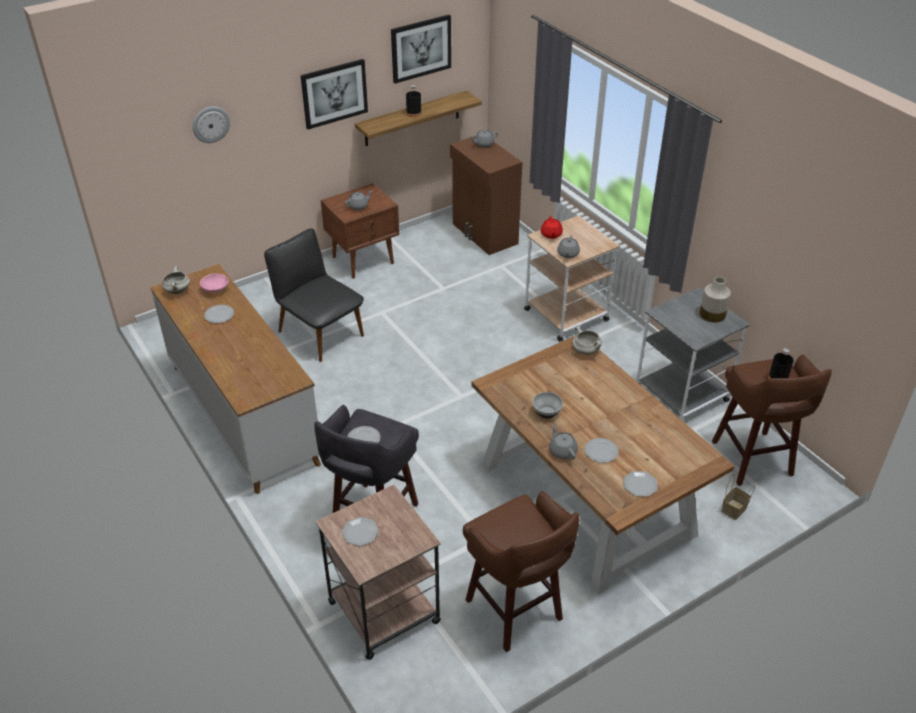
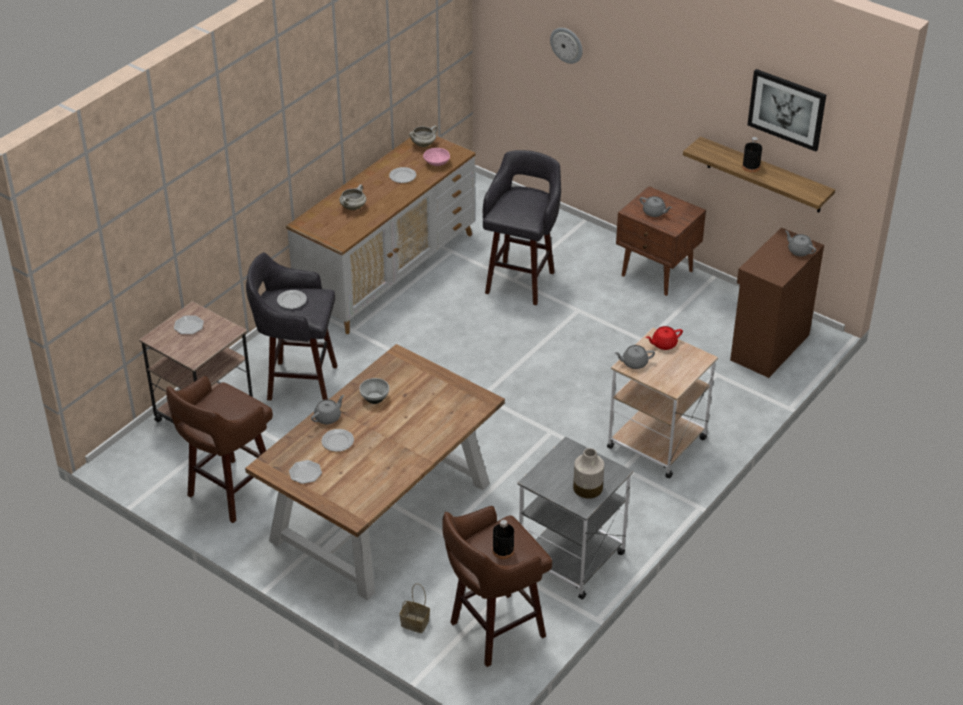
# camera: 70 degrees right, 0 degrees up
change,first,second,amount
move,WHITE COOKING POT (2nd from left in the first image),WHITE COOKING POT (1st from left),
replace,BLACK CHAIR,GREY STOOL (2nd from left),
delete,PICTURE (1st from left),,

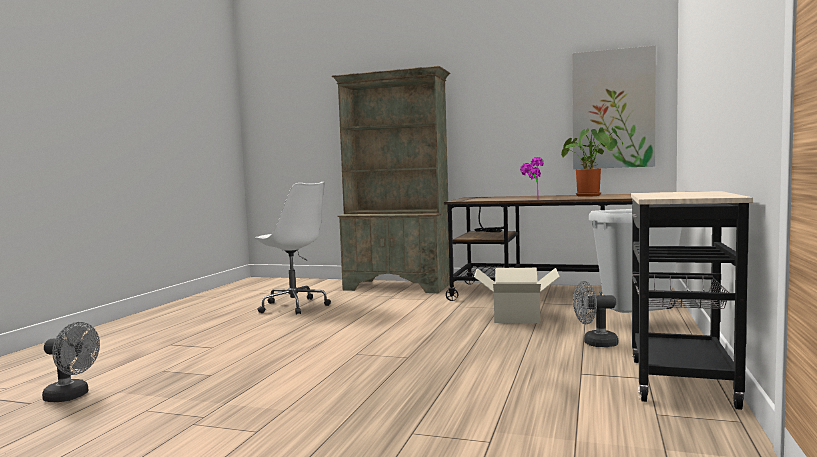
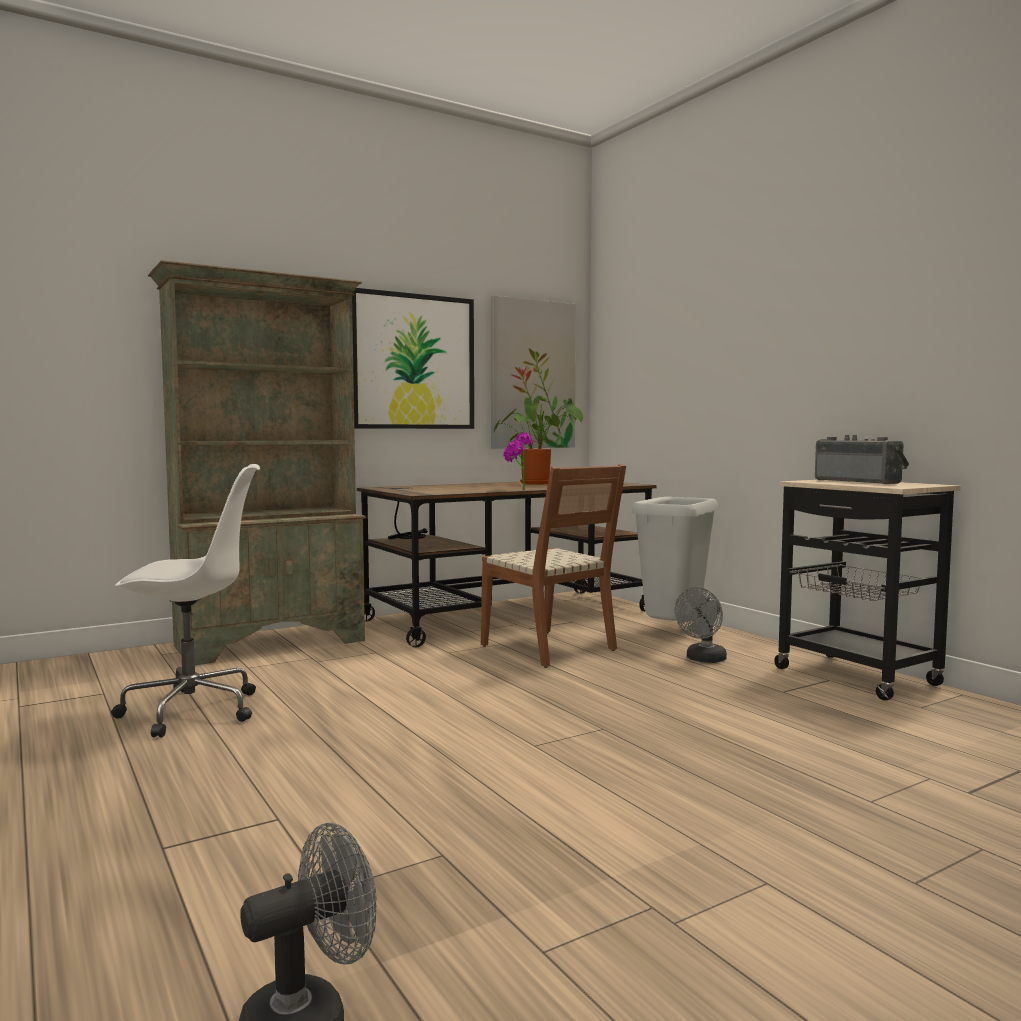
# camera: 50 degrees left, 0 degrees up
change,first,second,amount
insert,,PICTURE (1st from left),
replace,CARDBOARD BOX,CHAIR,
insert,,RADIO,

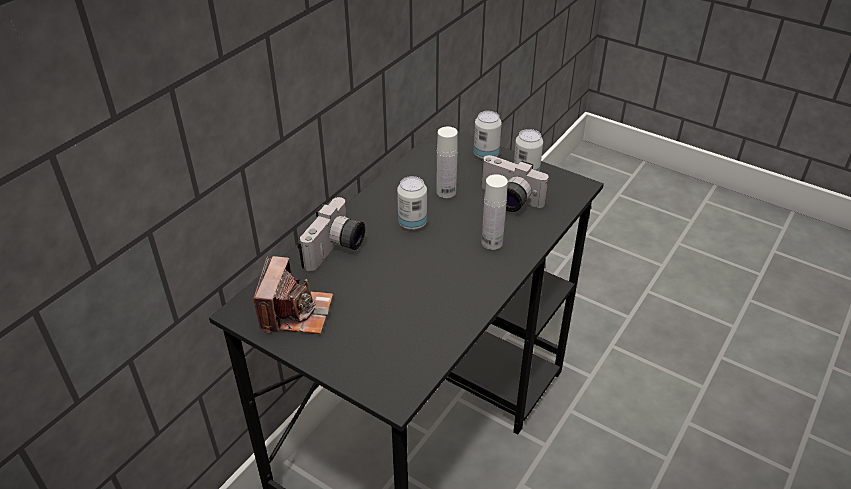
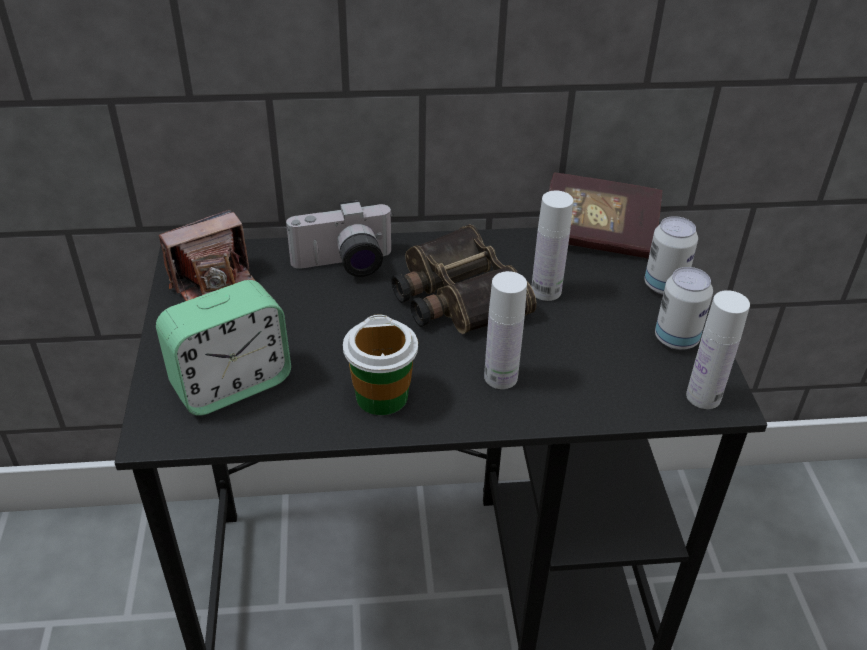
# camera: 50 degrees right, 0 degrees up
change,first,second,amount
insert,,ALARM CLOCK,
insert,,CUP,
replace,CAN (1st from left),BINOCULARS,
insert,,BOOK,
insert,,WHITE BOTTLE (3rd from left),
delete,PHOTO CAMERA (3rd from left),,

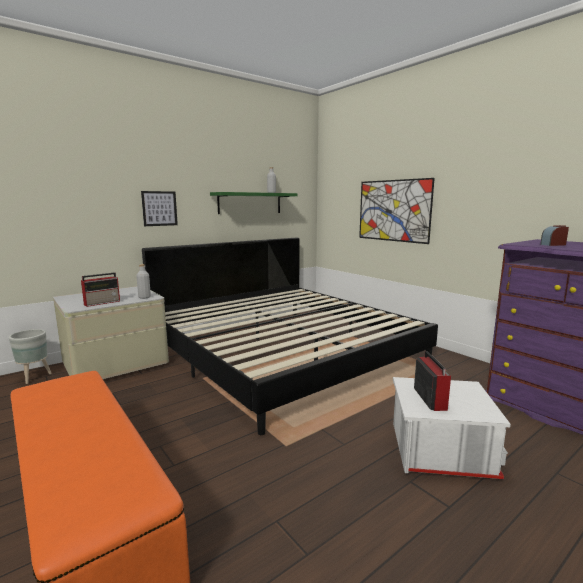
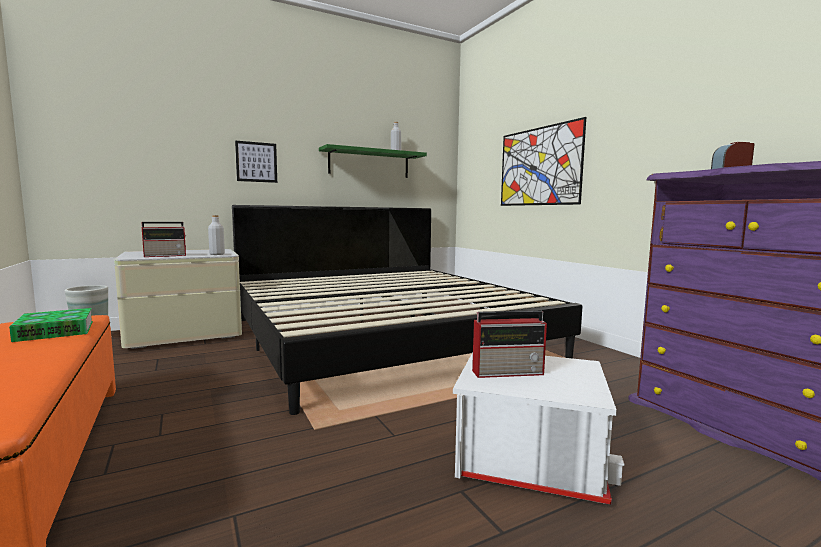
# camera: 10 degrees right, 5 degrees down
change,first,second,amount
insert,,BOOK,
rotate,RADIO (2nd from left),,75 degrees clockwise

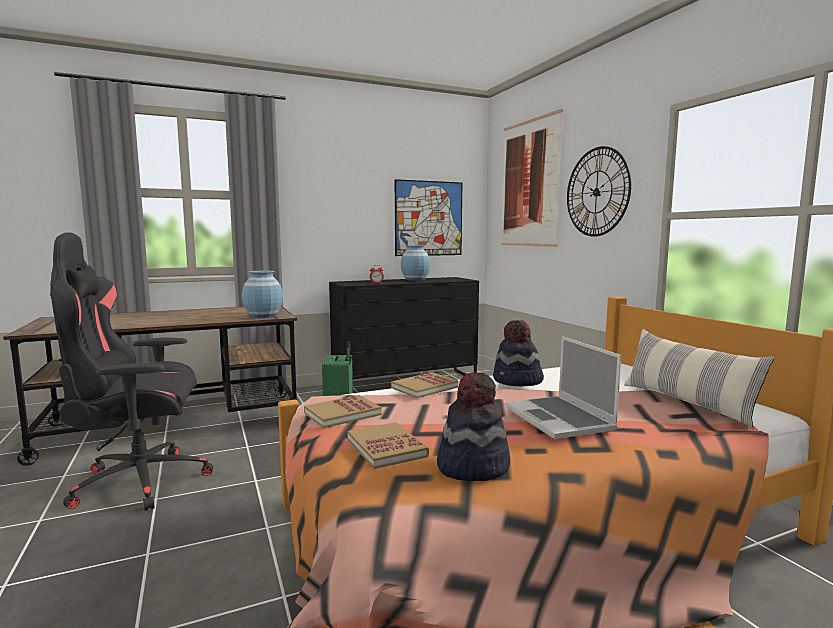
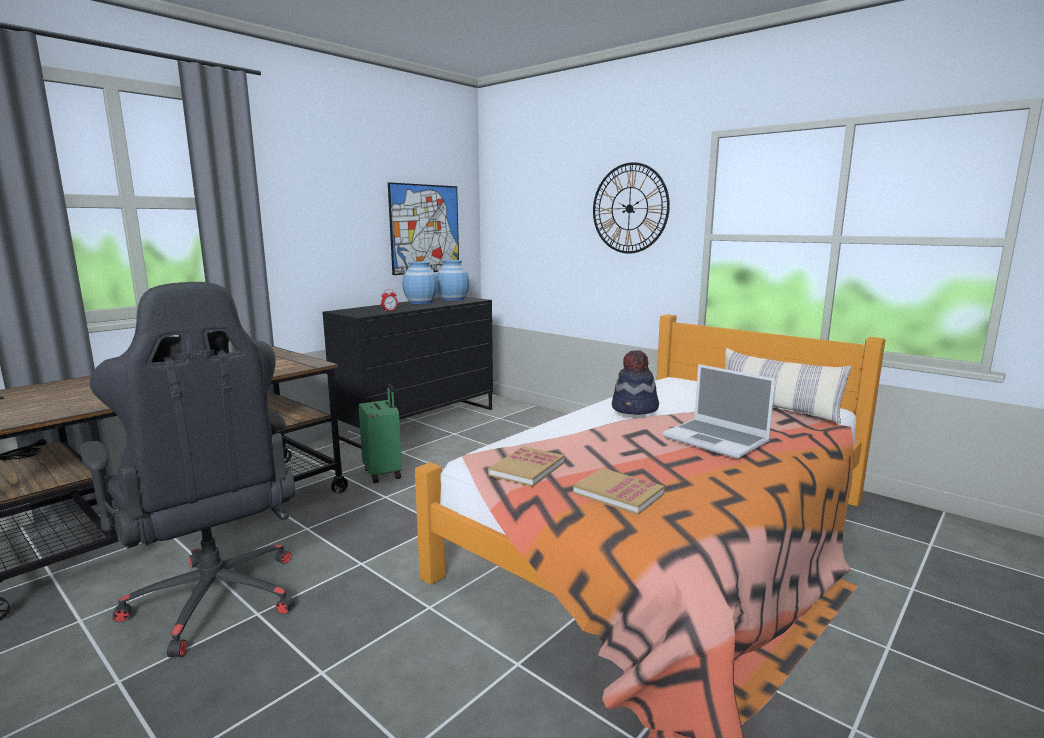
# camera: 25 degrees left, 5 degrees up
change,first,second,amount
rotate,BLACK OFFICE CHAIR,,90 degrees counterclockwise
move,BLUE VASE (1st from left in the first image),BLUE VASE (2nd from left),
delete,BOOK (3rd from left),,
delete,HAT (1st from left),,
delete,PICTURE (2nd from left),,

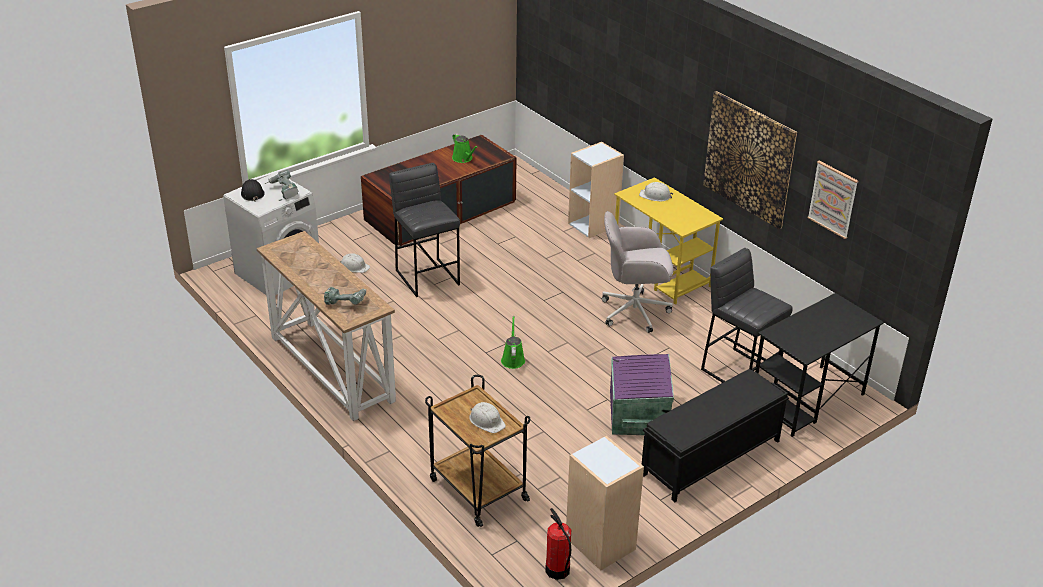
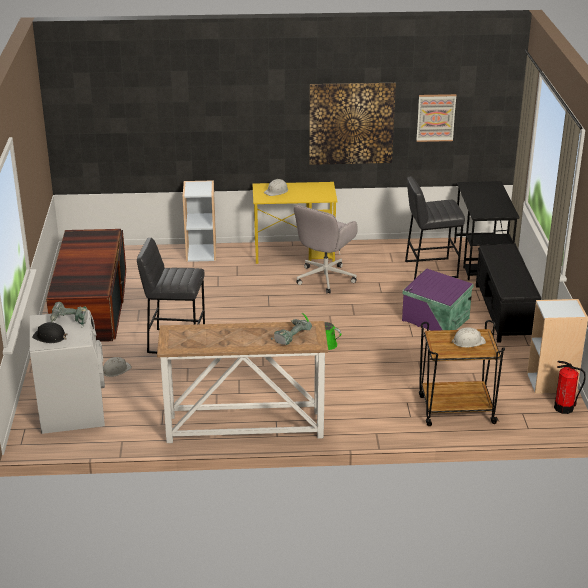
# camera: 55 degrees left, 5 degrees down
change,first,second,amount
delete,GREEN WATERING CAN (1st from left),,

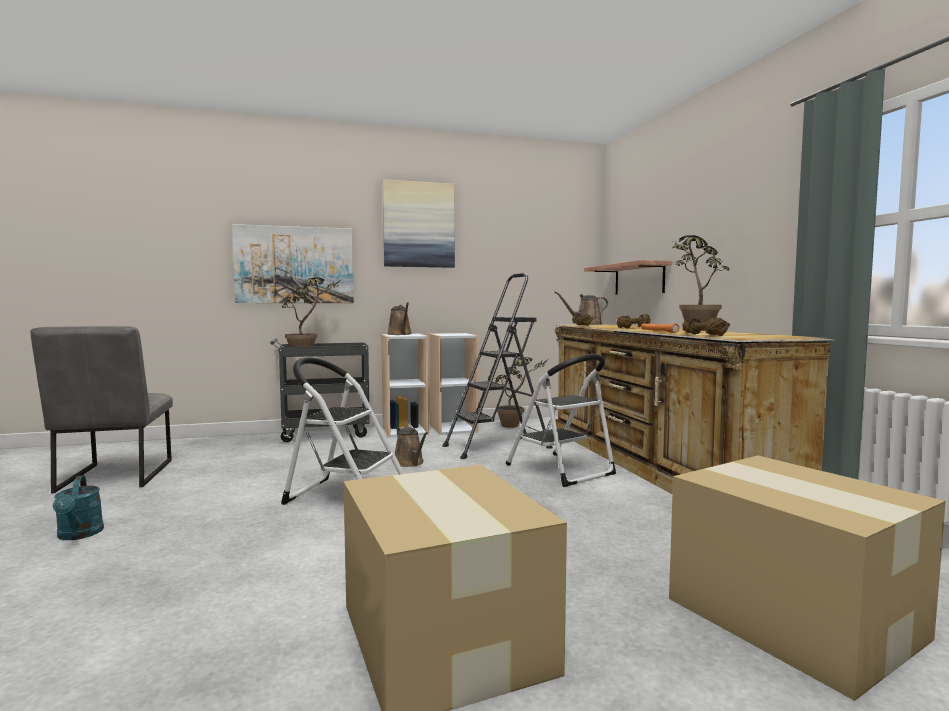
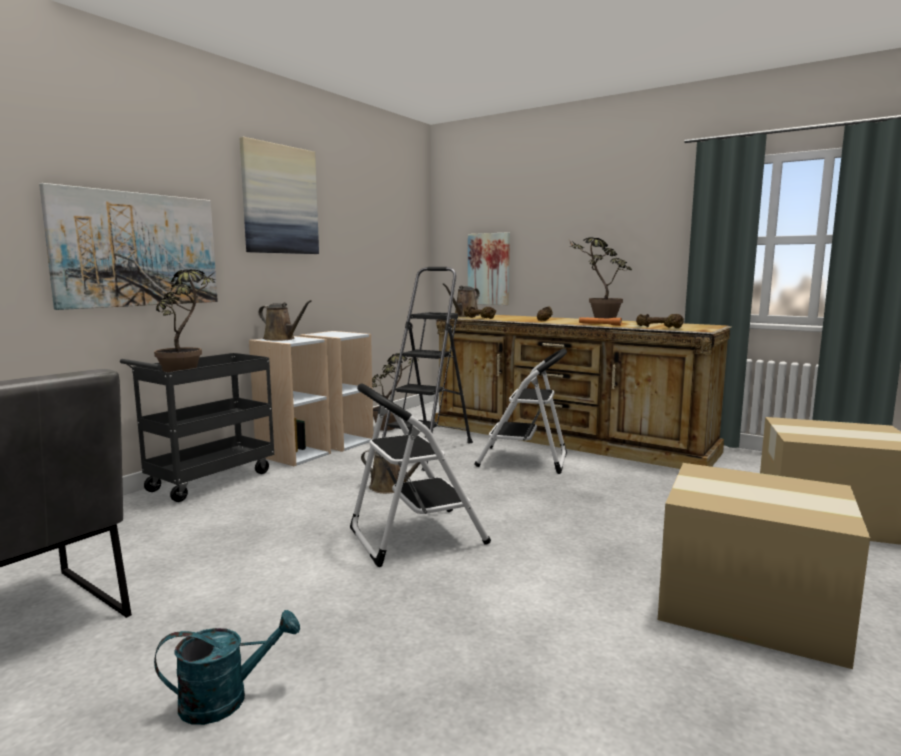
# camera: 40 degrees left, 5 degrees up
change,first,second,amount
rotate,TURQUOISE WATERING CAN,,45 degrees counterclockwise
replace,SHELF,PICTURE (3rd from left),

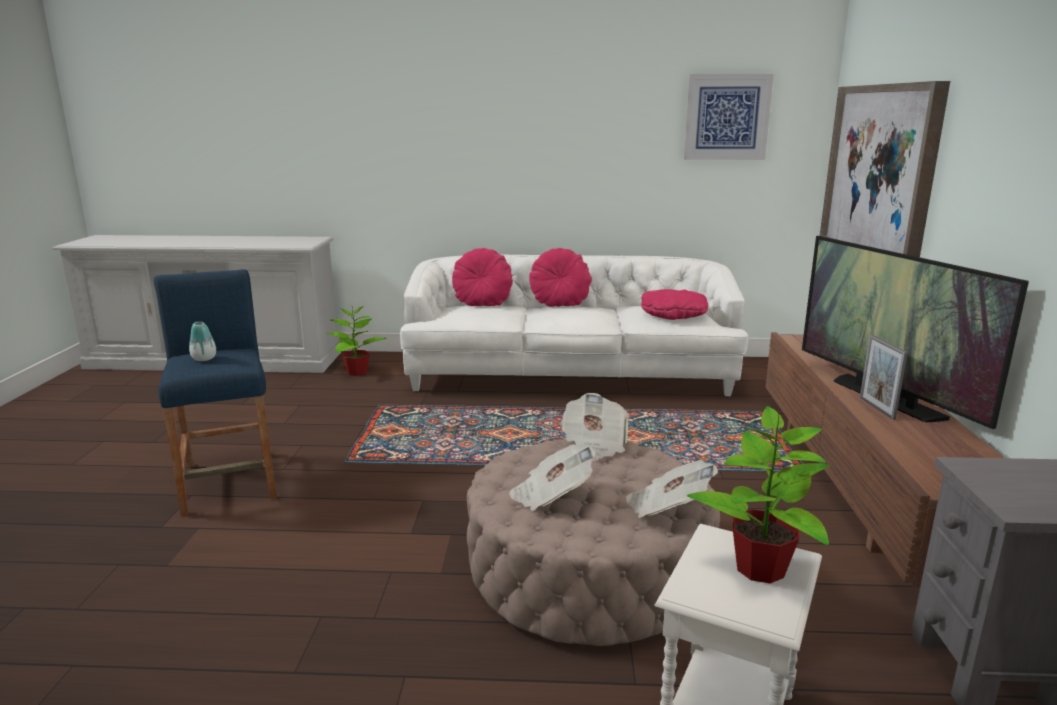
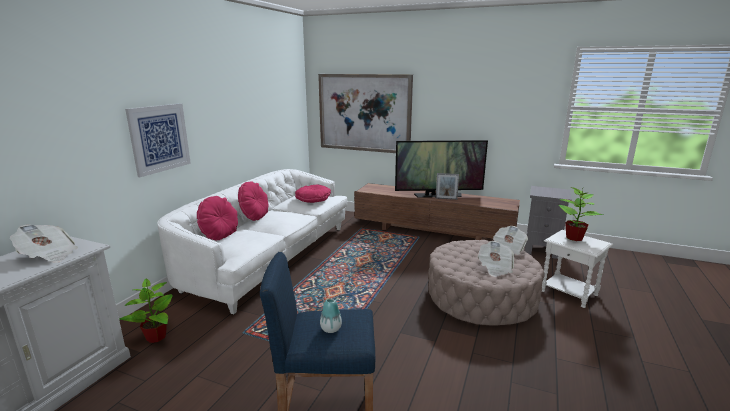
# camera: 70 degrees left, 0 degrees up
change,first,second,amount
move,NEWSPAPER (2nd from left in the first image),NEWSPAPER (1st from left),
move,PICTURE (1st from left),,

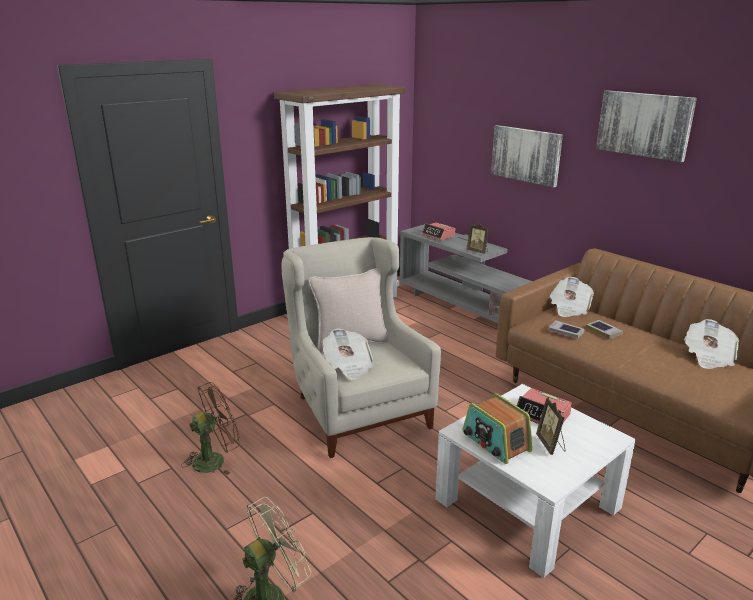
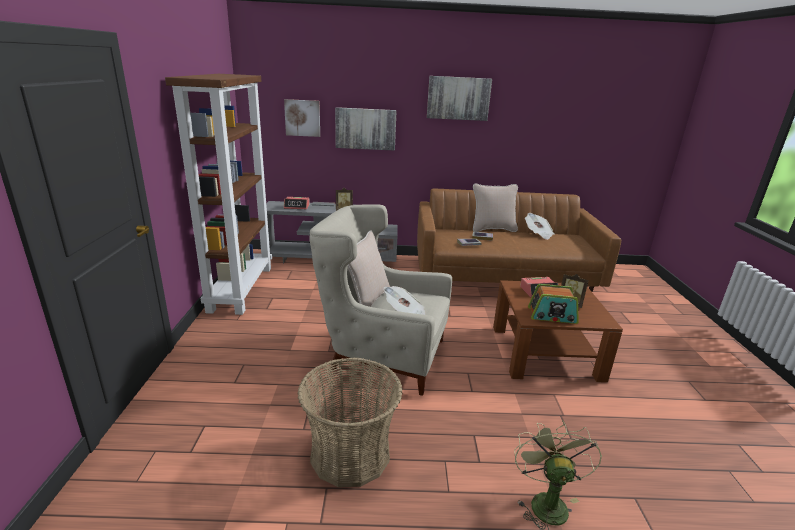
# camera: 50 degrees left, 0 degrees up
change,first,second,amount
insert,,PICTURE (1st from left),
replace,BROWN FAN,BASKET,
insert,,BEIGE PILLOW (2nd from left),
recolor,WHITE COFFEE TABLE,BROWN COFFEE TABLE,
delete,NEWSPAPER (2nd from left),,

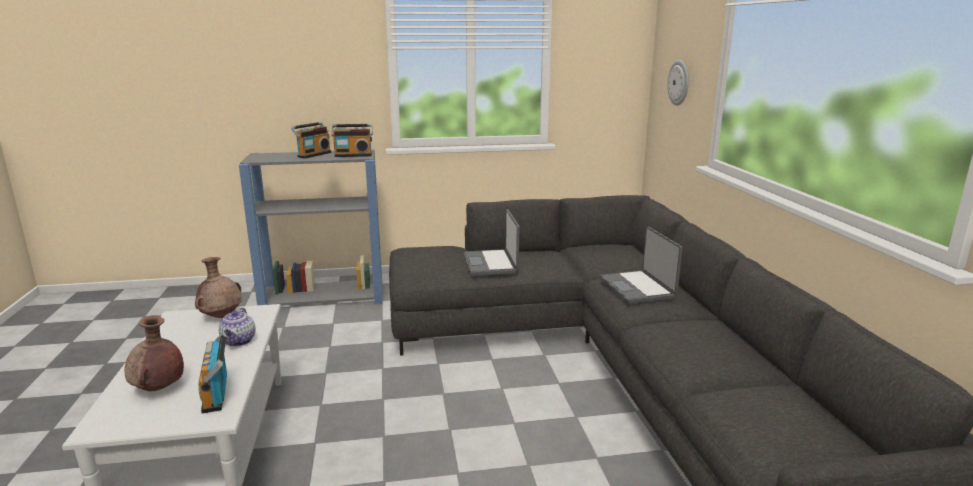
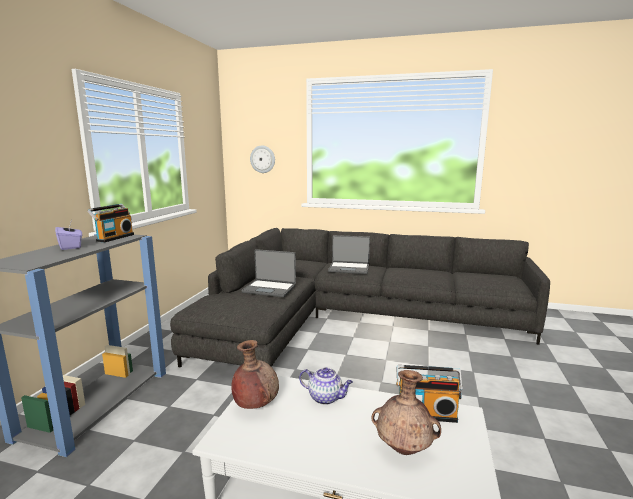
# camera: 65 degrees left, 5 degrees down
change,first,second,amount
replace,RADIO (2nd from left),PURPLE TISSUE BOX,

